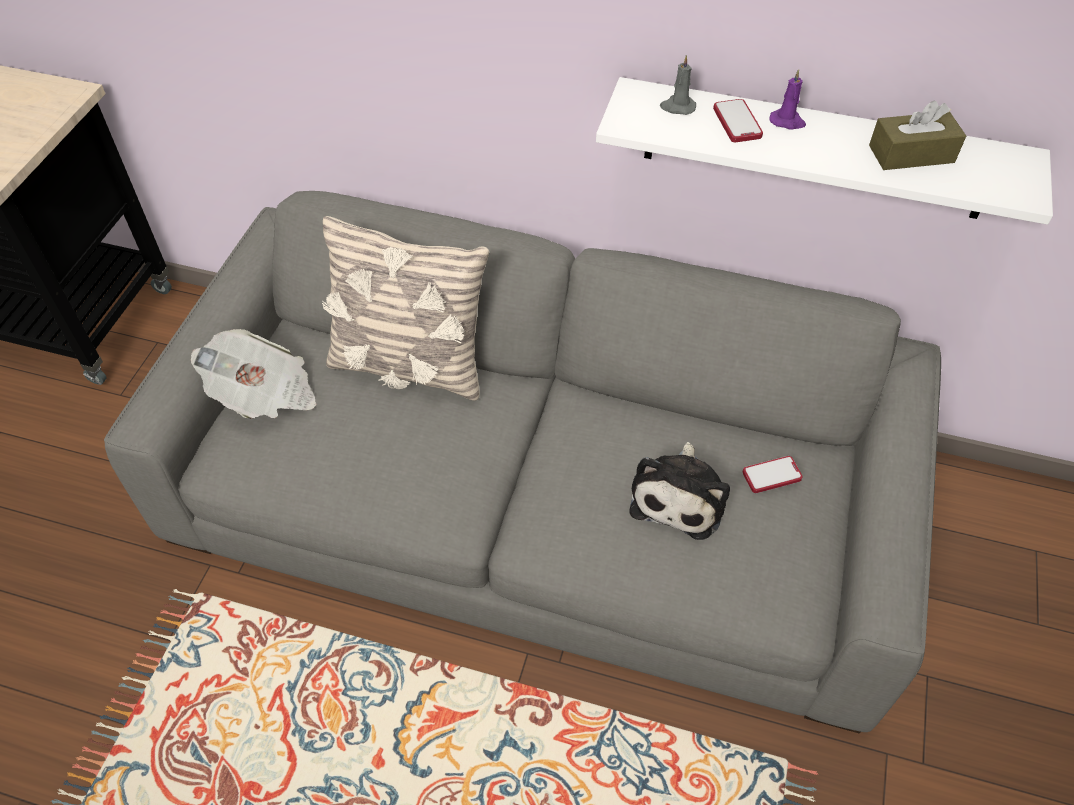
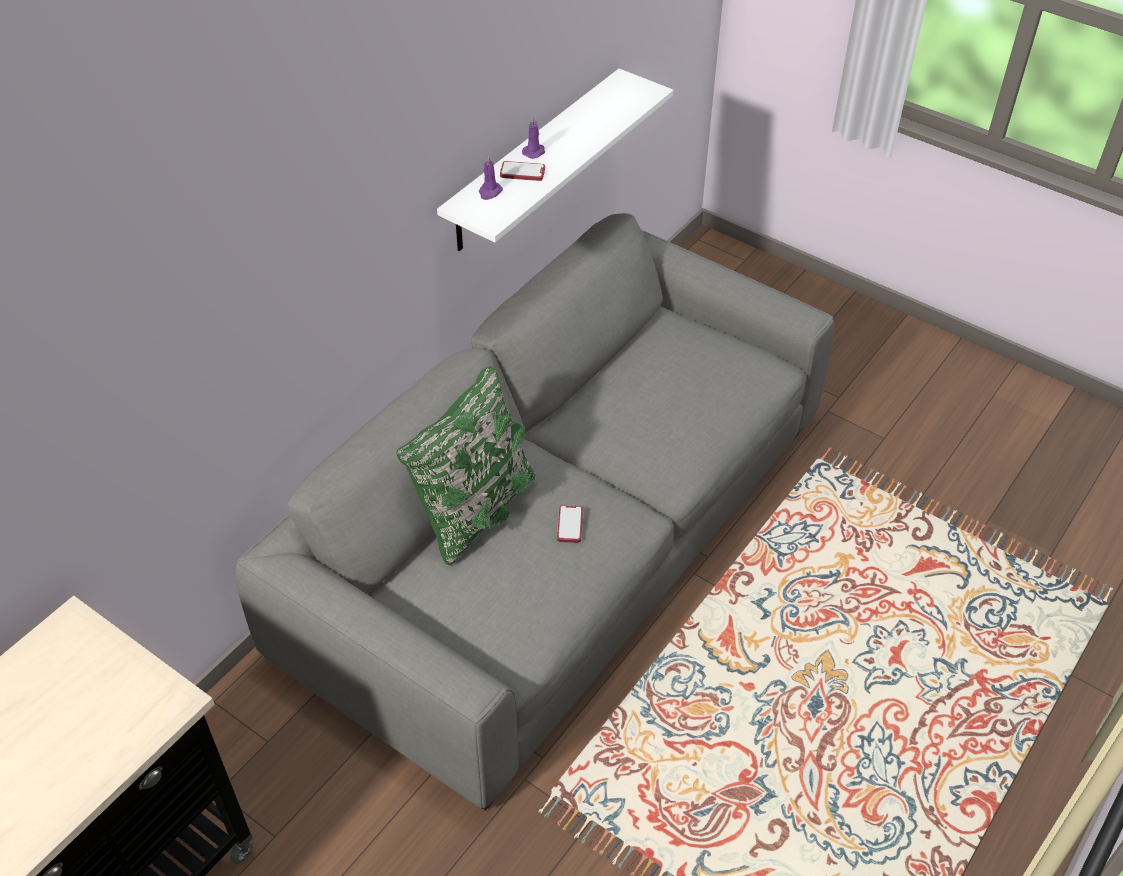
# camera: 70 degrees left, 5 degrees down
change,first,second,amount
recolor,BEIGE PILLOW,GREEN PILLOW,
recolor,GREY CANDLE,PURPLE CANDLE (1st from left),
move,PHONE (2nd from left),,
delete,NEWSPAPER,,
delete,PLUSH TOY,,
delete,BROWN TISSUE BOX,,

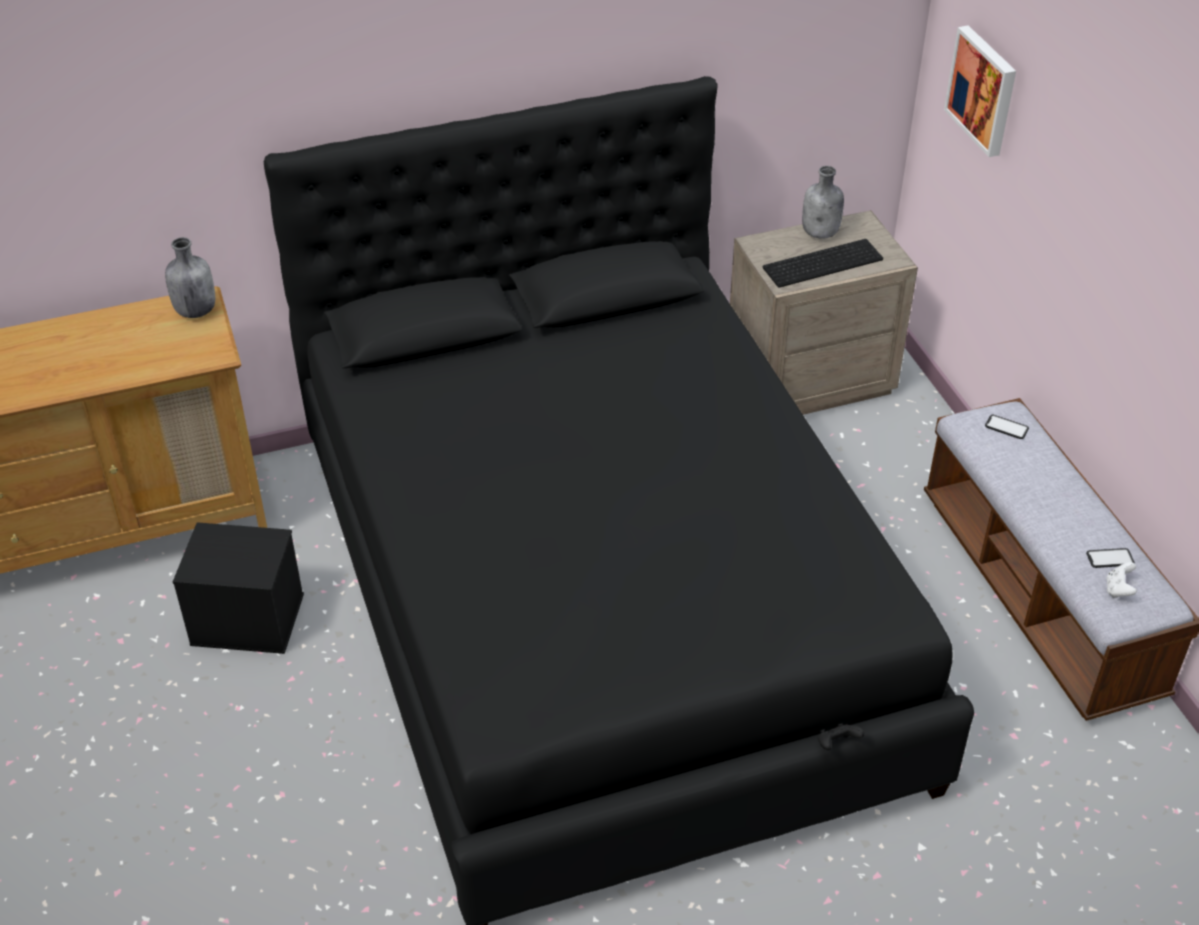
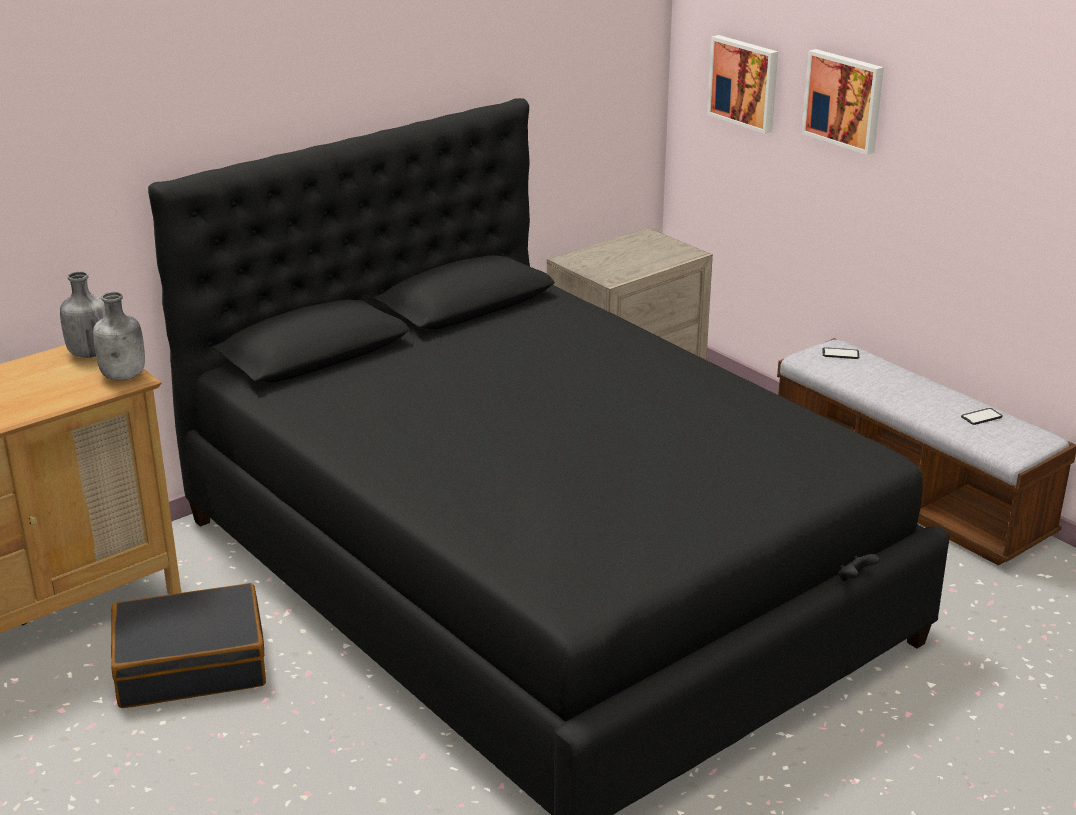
# camera: 20 degrees left, 15 degrees down
change,first,second,amount
move,GREY BOTTLE (2nd from left),,
replace,BLACK STORAGE BOX,BLACK SUITCASE,
insert,,PICTURE (2nd from left),
delete,KEYBOARD,,
delete,WHITE GAME CONTROLLER,,

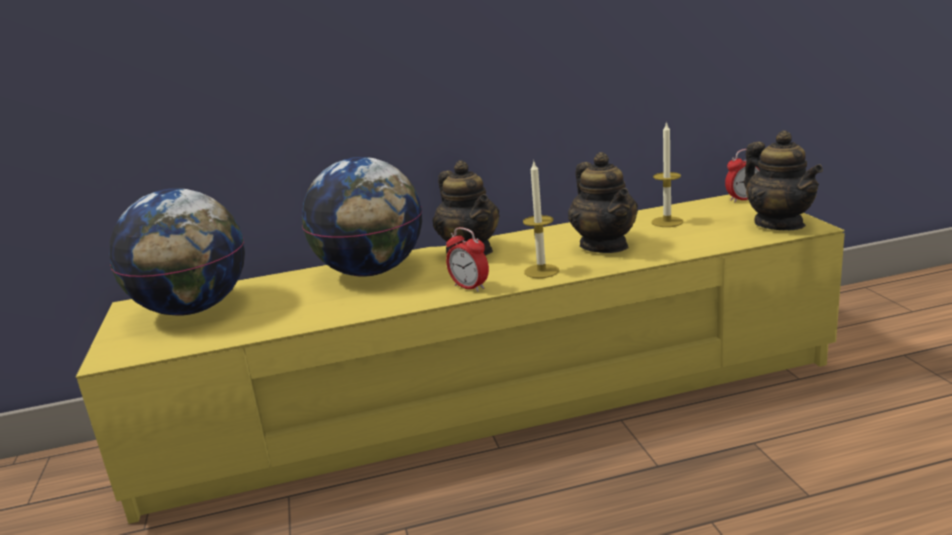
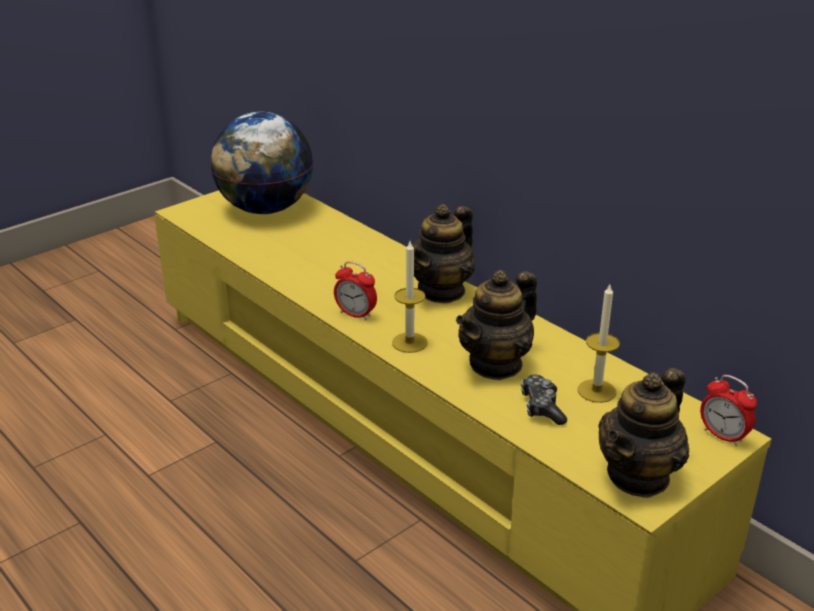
# camera: 60 degrees right, 10 degrees up
change,first,second,amount
rotate,ALARM CLOCK (1st from left),,75 degrees counterclockwise
insert,,GAME CONTROLLER,
delete,GLOBE (2nd from left),,

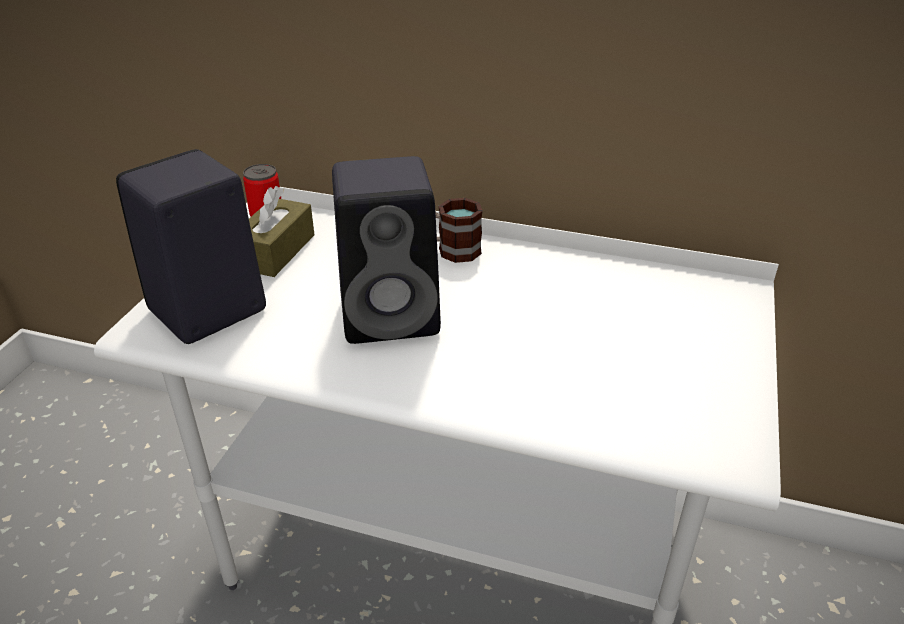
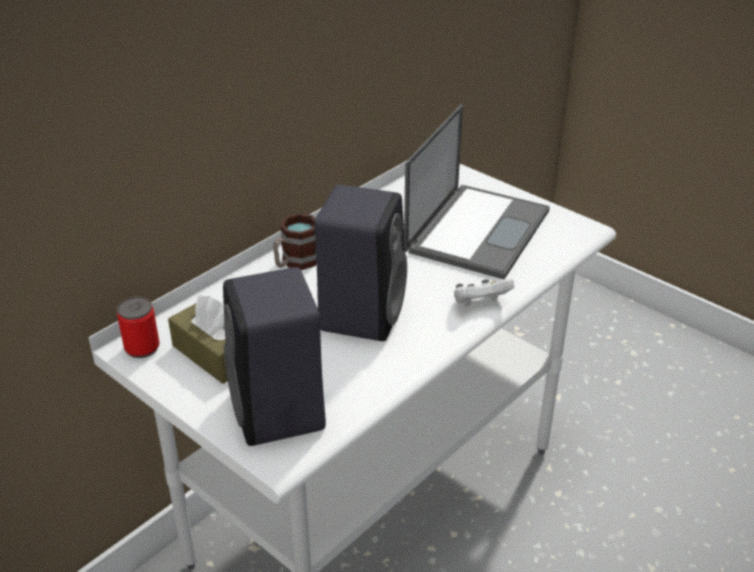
# camera: 65 degrees left, 0 degrees up
change,first,second,amount
insert,,LAPTOP,
insert,,WHITE GAME CONTROLLER,

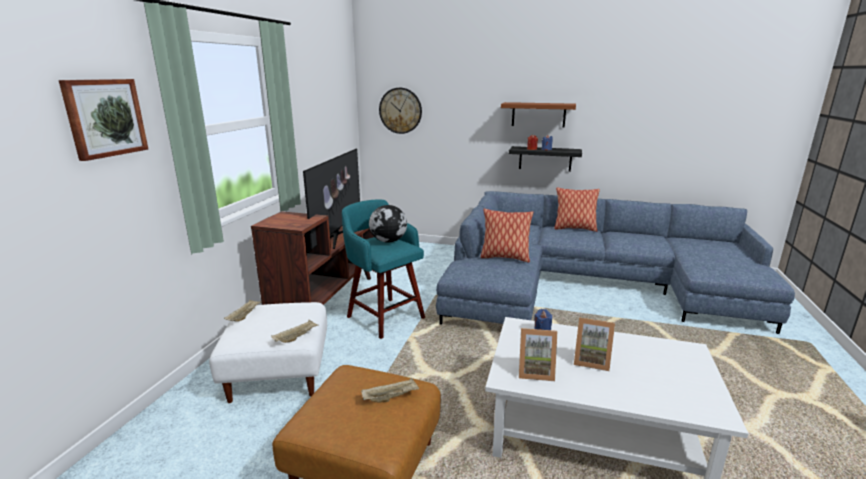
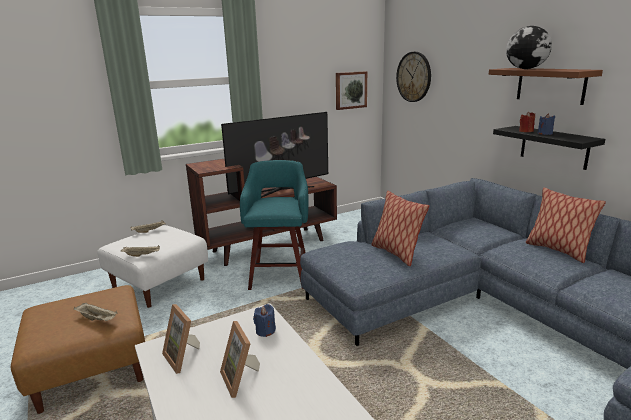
# camera: 45 degrees right, 0 degrees up
change,first,second,amount
move,PICTURE,,
move,GLOBE,,

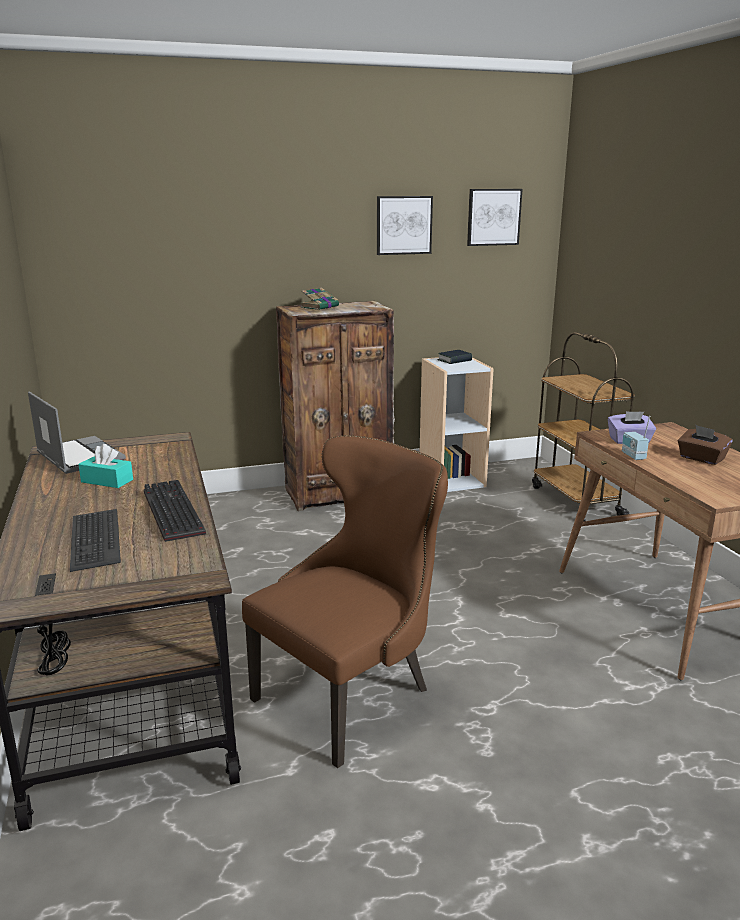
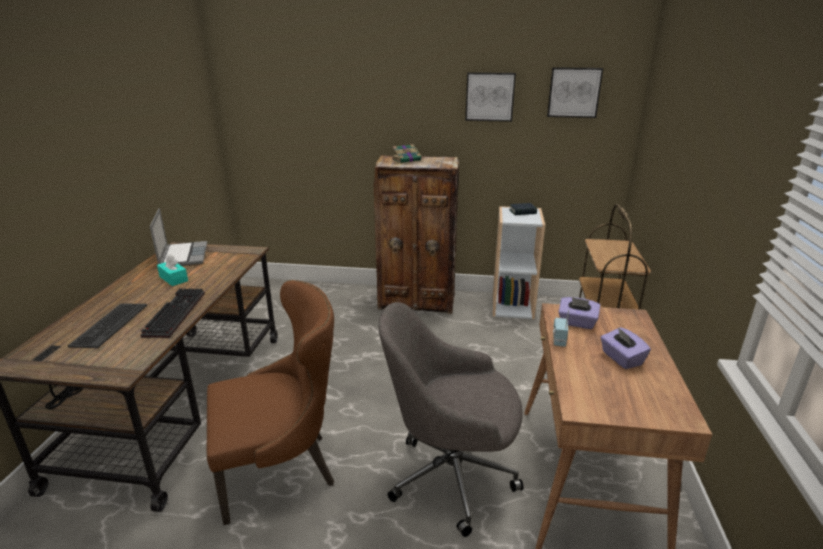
# camera: 25 degrees right, 5 degrees up
change,first,second,amount
insert,,GREY OFFICE CHAIR,
recolor,BROWN TISSUE BOX,PURPLE TISSUE BOX (2nd from left),

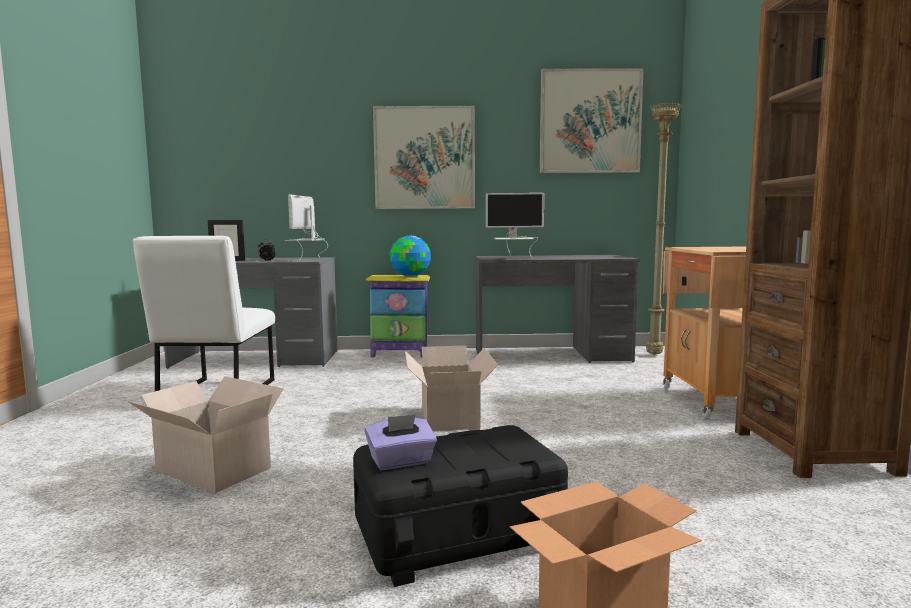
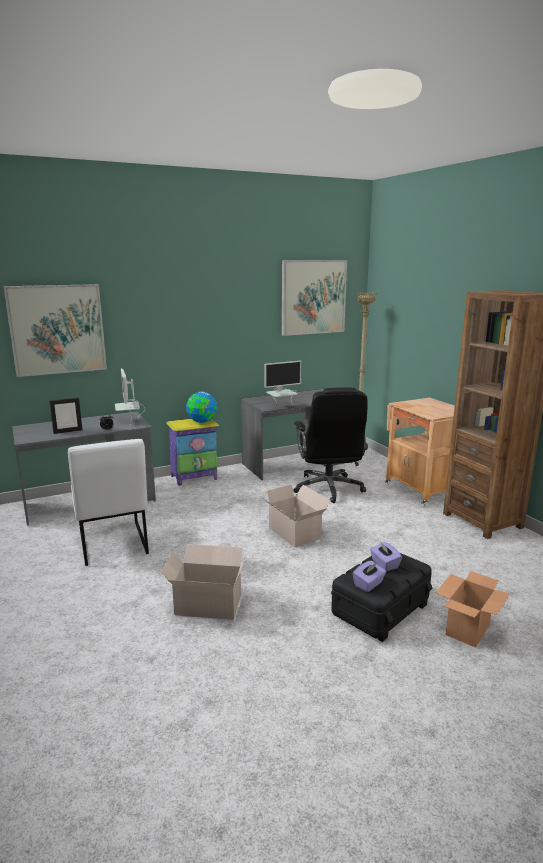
# camera: 25 degrees left, 10 degrees up
change,first,second,amount
move,PICTURE (1st from left),,
insert,,BLACK OFFICE CHAIR,
insert,,PURPLE TISSUE BOX (2nd from left),

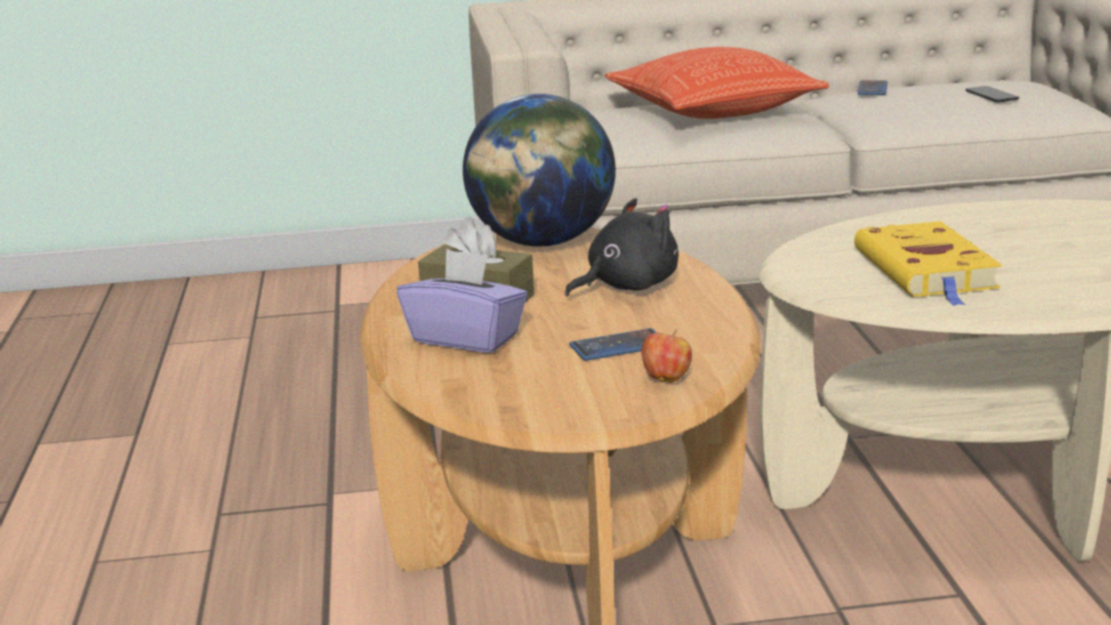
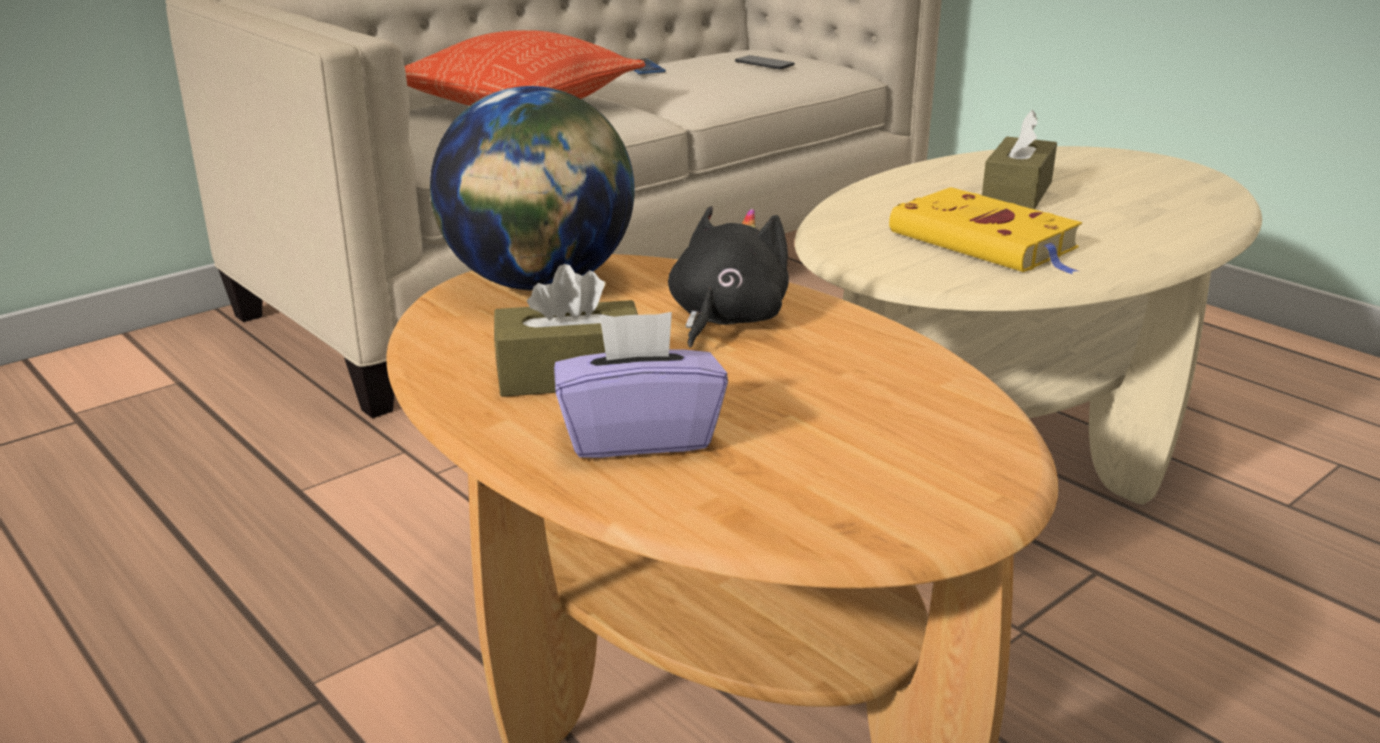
# camera: 35 degrees left, 5 degrees up
change,first,second,amount
insert,,BROWN TISSUE BOX (2nd from left),
delete,PHONE (1st from left),,
delete,APPLE,,

